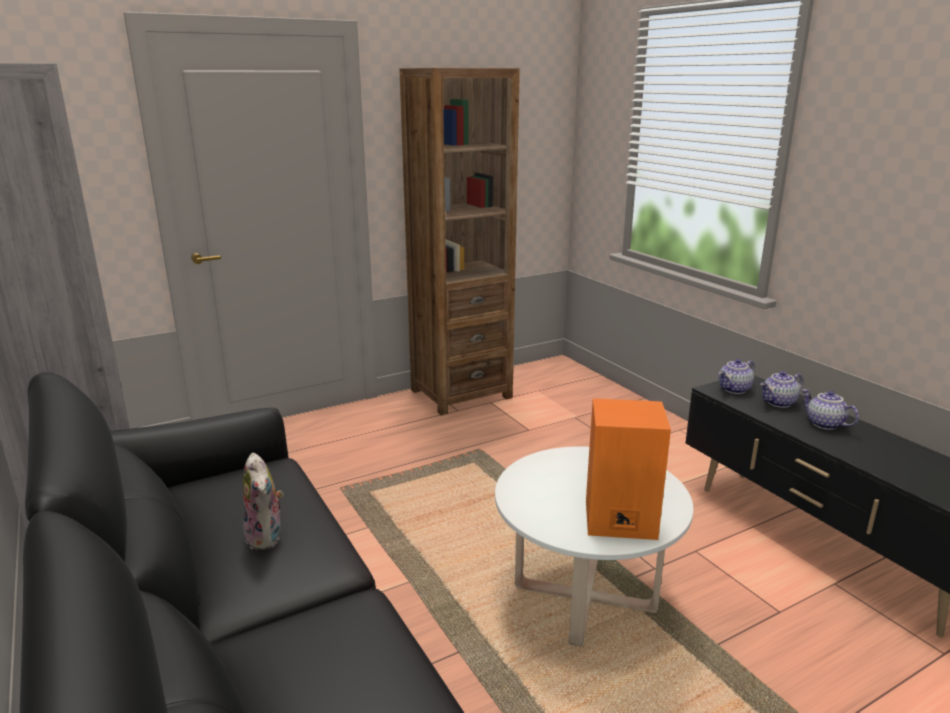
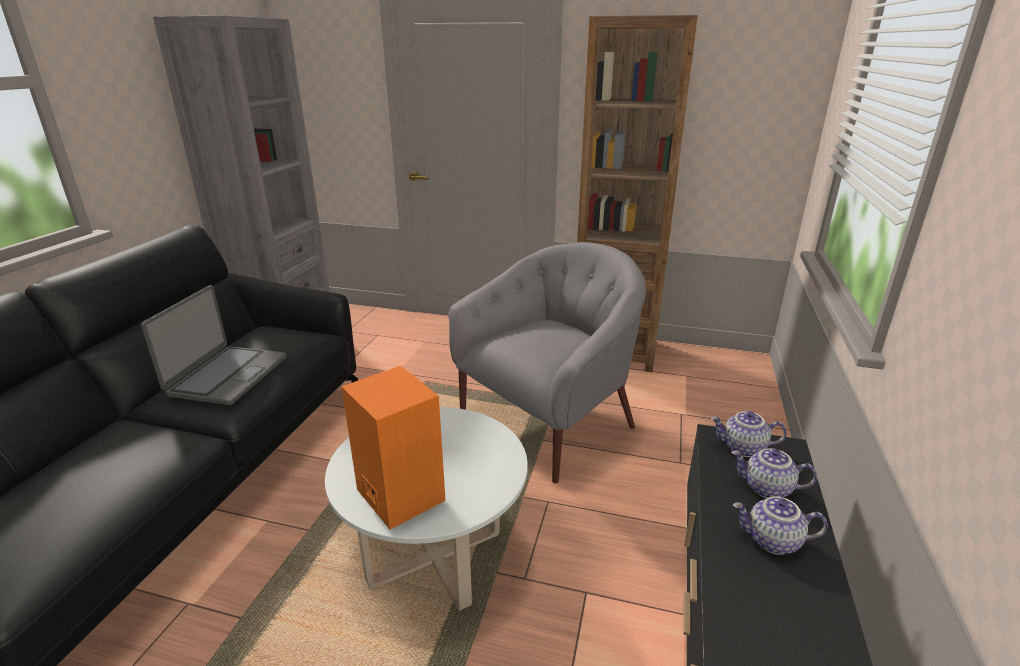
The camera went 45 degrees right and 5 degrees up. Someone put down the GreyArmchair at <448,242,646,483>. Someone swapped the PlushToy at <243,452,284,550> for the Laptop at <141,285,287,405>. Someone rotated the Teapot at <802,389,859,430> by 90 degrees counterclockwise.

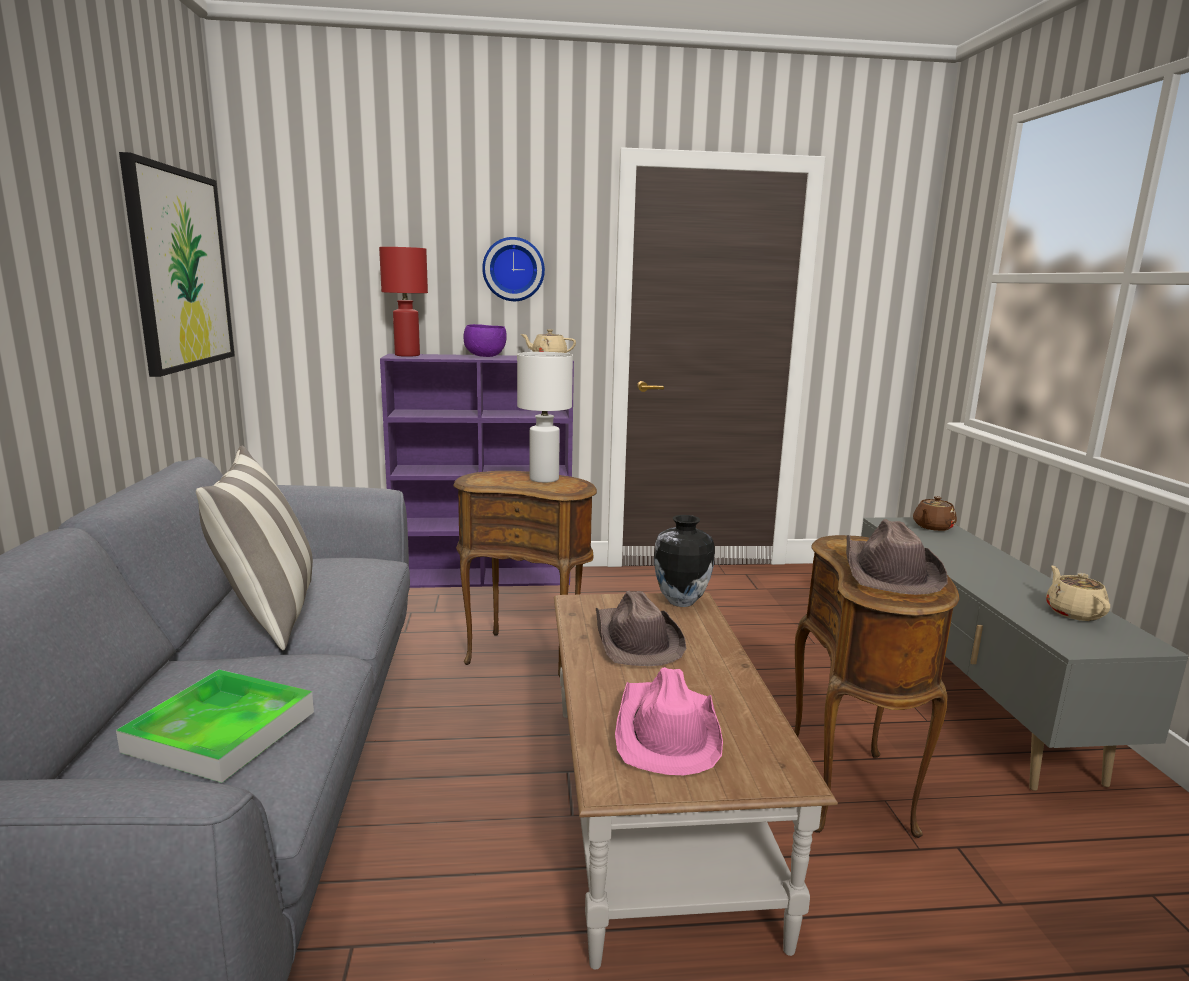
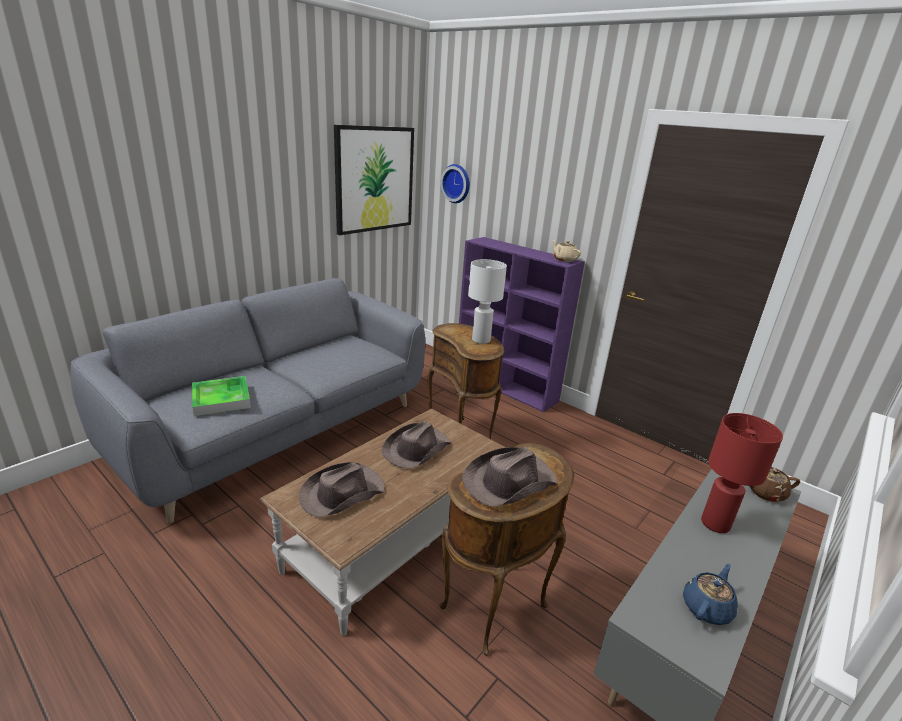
The camera went 45 degrees right and 10 degrees up. Someone took away the Pillow at <196,446,313,650>. Someone took away the PurpleBowl at <463,324,507,357>. Someone took away the Vase at <654,515,715,607>. Someone carried the RedTableLamp from <379,247,428,357> to <701,413,783,533>. Someone carried the WallClock from <482,237,545,301> to <440,164,470,203>. Someone repainted the PinkHat at <615,667,723,775>, which became the BrownHat at <299,462,385,517>. Someone repainted the BeigeTeapot at <1046,565,1110,621>, which became the BlueTeapot at <683,564,738,625>.

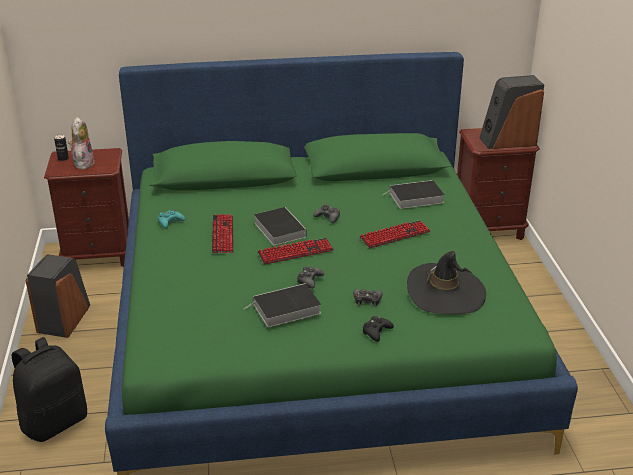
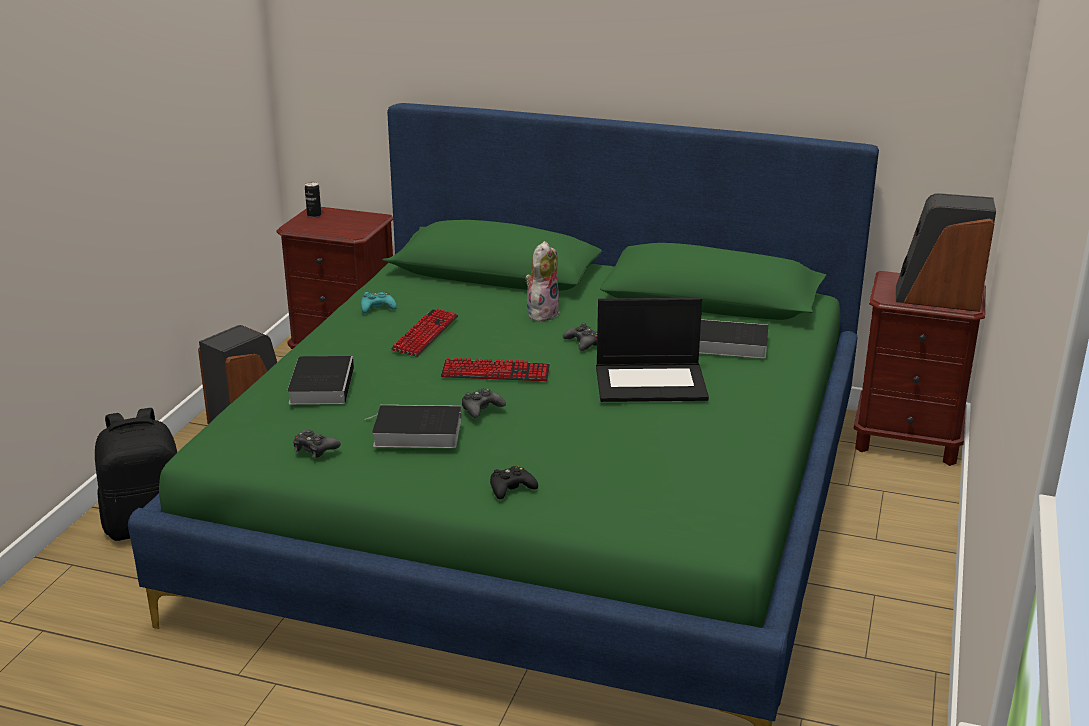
The camera went 25 degrees right and 5 degrees down. Someone took away the BlackHat at <407,251,486,314>. Someone carried the PlushToy from <68,117,94,170> to <525,241,559,322>. Someone carried the Book from <254,207,307,246> to <287,356,354,405>. Someone carried the BlackGameController from <353,289,383,307> to <293,430,341,458>. Someone swapped the Keyboard at <359,220,430,248> for the Laptop at <596,298,709,402>.

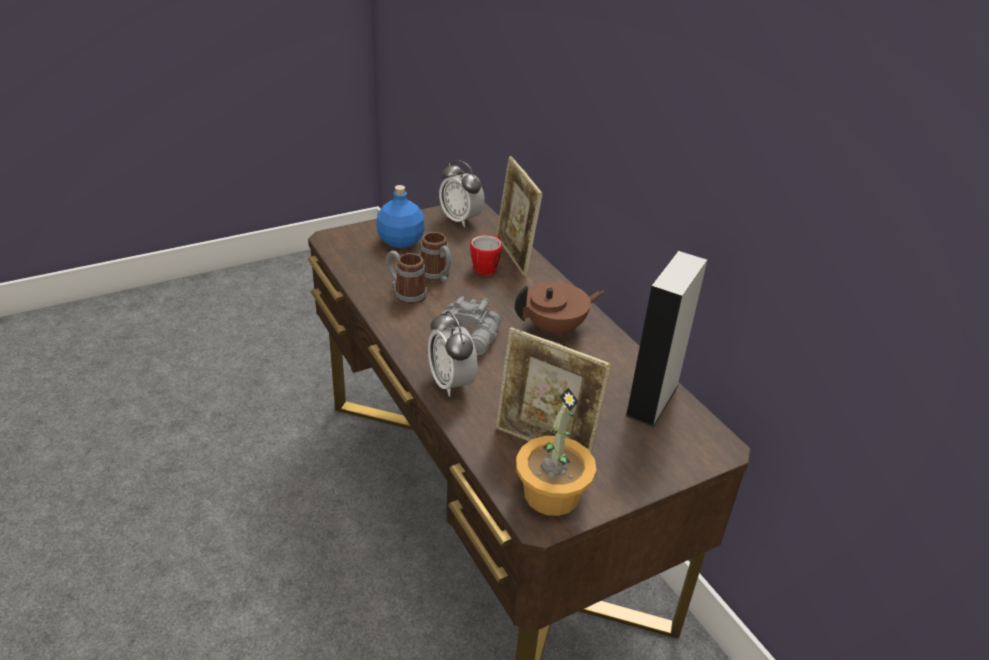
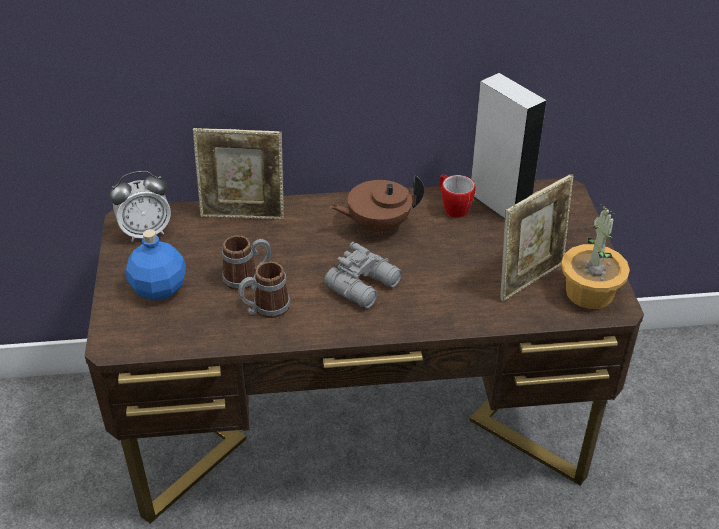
The camera went 65 degrees left and 5 degrees up. Someone took away the AlarmClock at <428,311,478,396>. Someone carried the Mug from <470,235,502,275> to <440,174,476,218>. Someone rotated the BrownTeapot at <515,282,604,338> by 105 degrees counterclockwise.

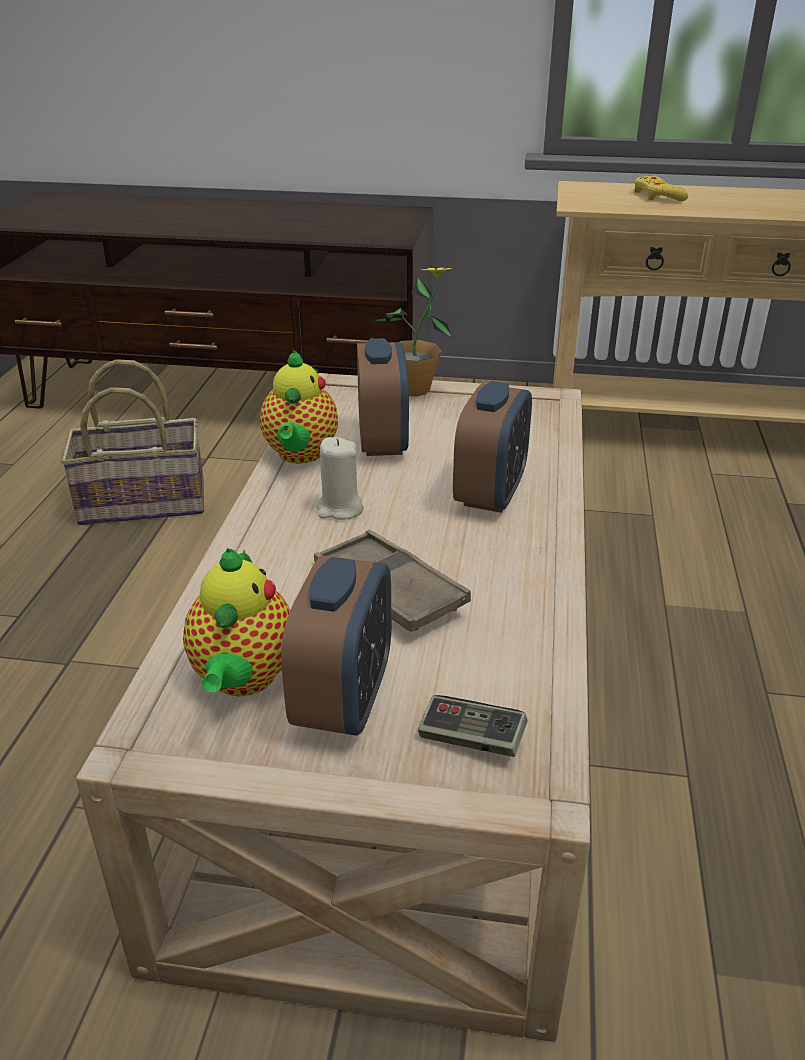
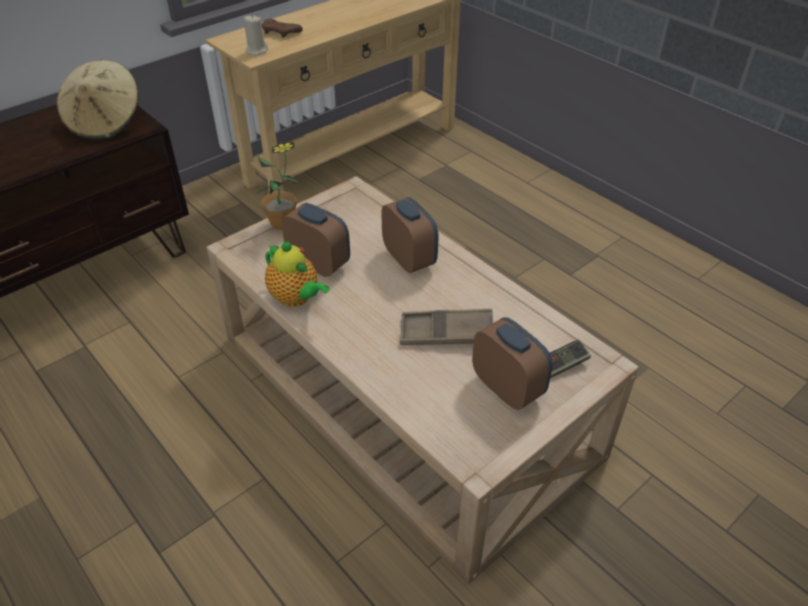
The camera went 50 degrees left and 10 degrees up. Someone took away the Basket at <61,359,204,525>. Someone took away the Teapot at <183,548,290,696>. Someone put down the BeigeHat at <57,60,139,140>. Someone carried the BeigeCandle from <316,437,364,520> to <243,16,268,56>. Someone repainted the YellowGameController at <634,176,688,201>, which became the BrownGameController at <262,19,303,38>.

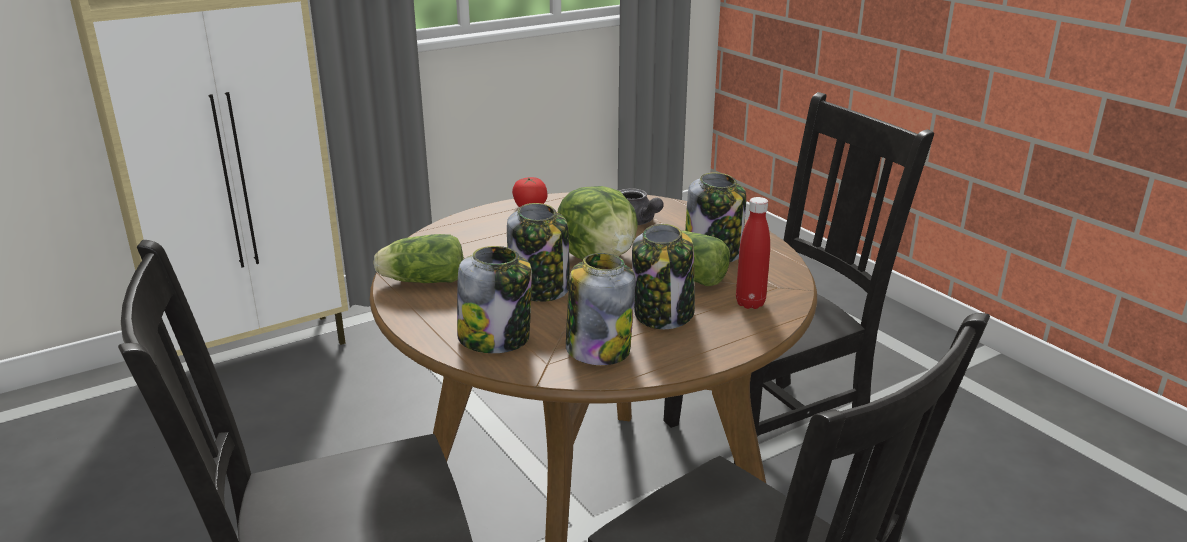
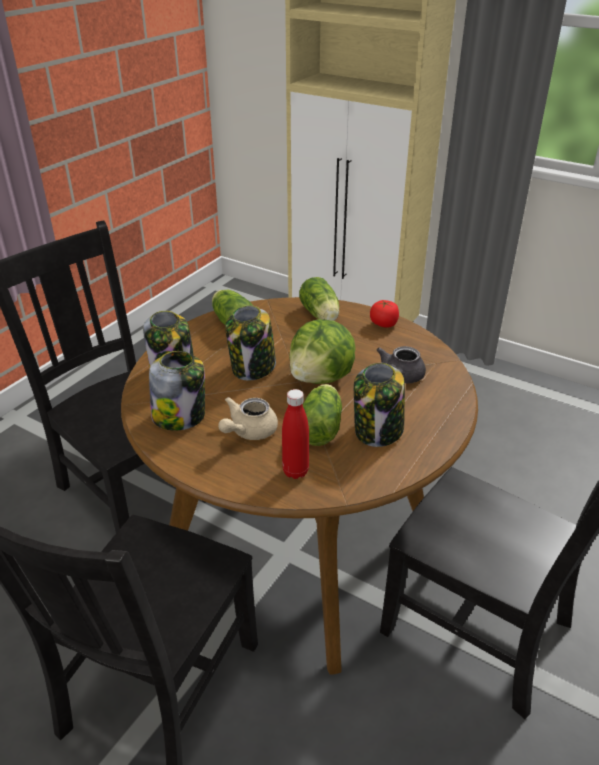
The camera went 65 degrees right and 10 degrees up. Someone put down the Lettuce at <299,277,339,321>. Someone swapped the Jar at <632,224,695,329> for the BeigeTeapot at <218,397,278,440>.

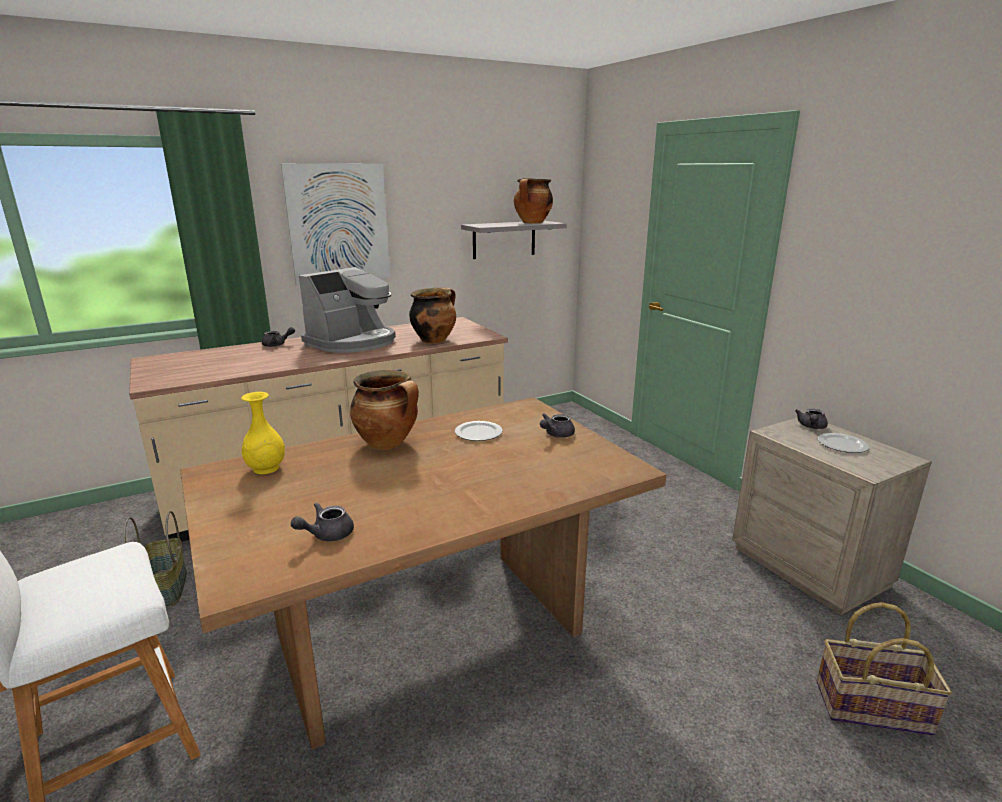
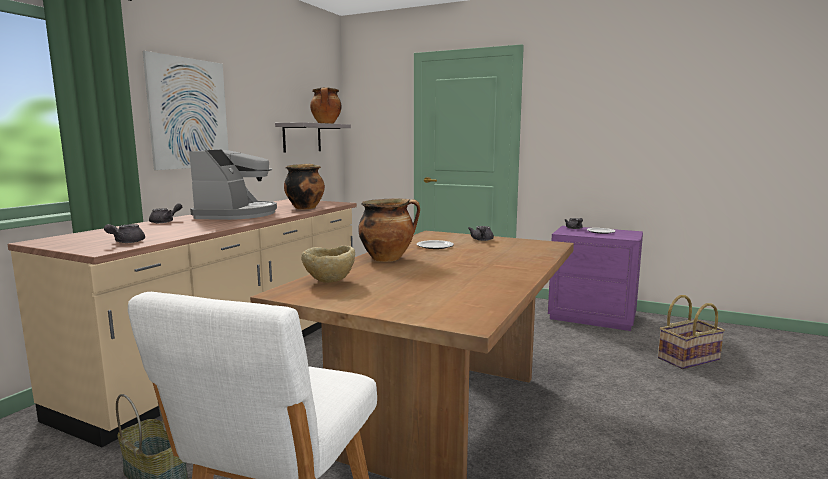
The camera went 35 degrees left and 10 degrees down. Someone carried the GreyTeapot from <291,503,354,541> to <104,224,145,243>. Someone swapped the YellowVase at <241,392,285,474> for the BeigeBowl at <301,246,355,283>. Someone repainted the BeigeNightstand at <732,417,932,615>, which became the PurpleNightstand at <548,226,643,331>.

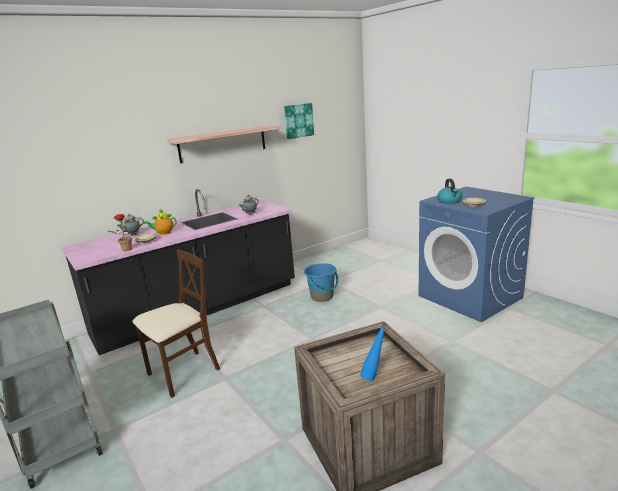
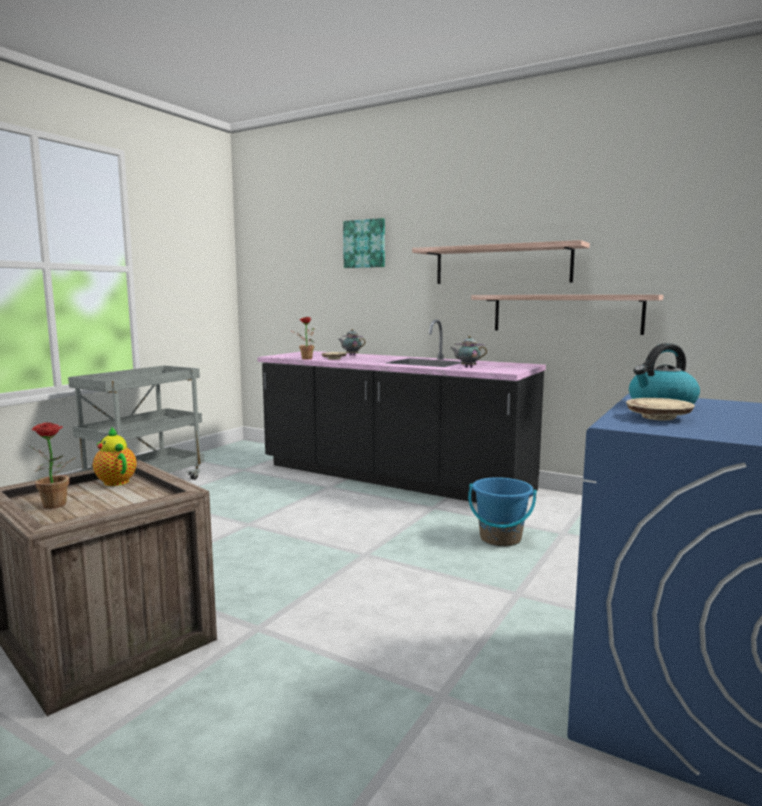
The camera went 65 degrees right and 10 degrees down. Someone took away the BeigeChair at <132,250,220,398>. Someone put up the Shelf at <471,295,663,335>. Someone carried the Teapot from <143,209,176,235> to <93,427,137,486>. Someone carried the Picture from <284,103,314,139> to <343,218,385,268>. Someone swapped the BlueBottle at <360,322,386,381> for the PottedPlant at <30,422,76,509>.

